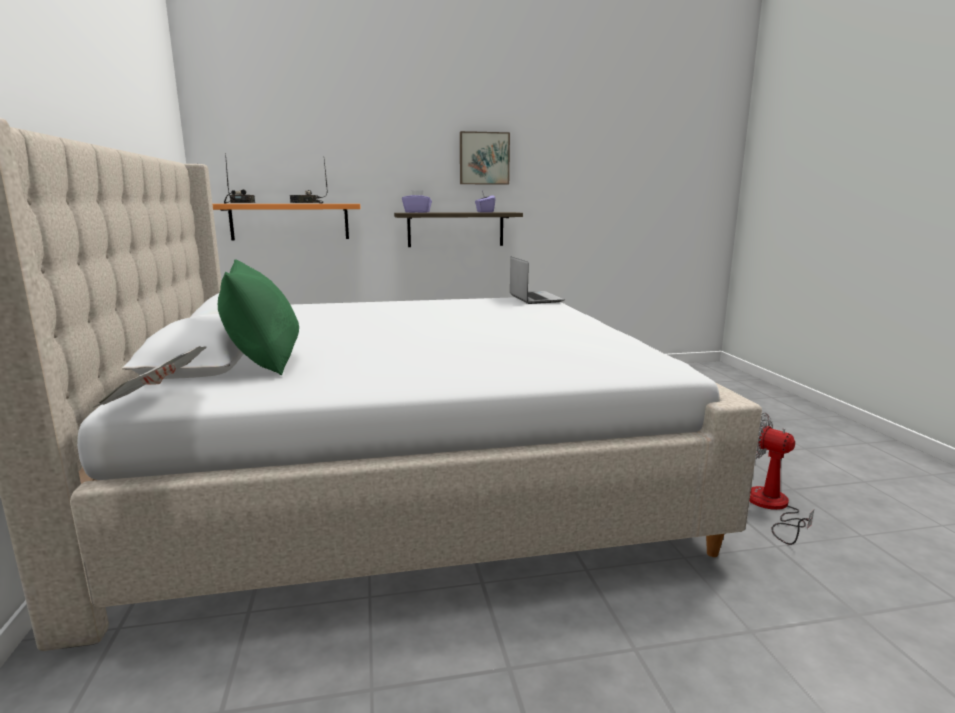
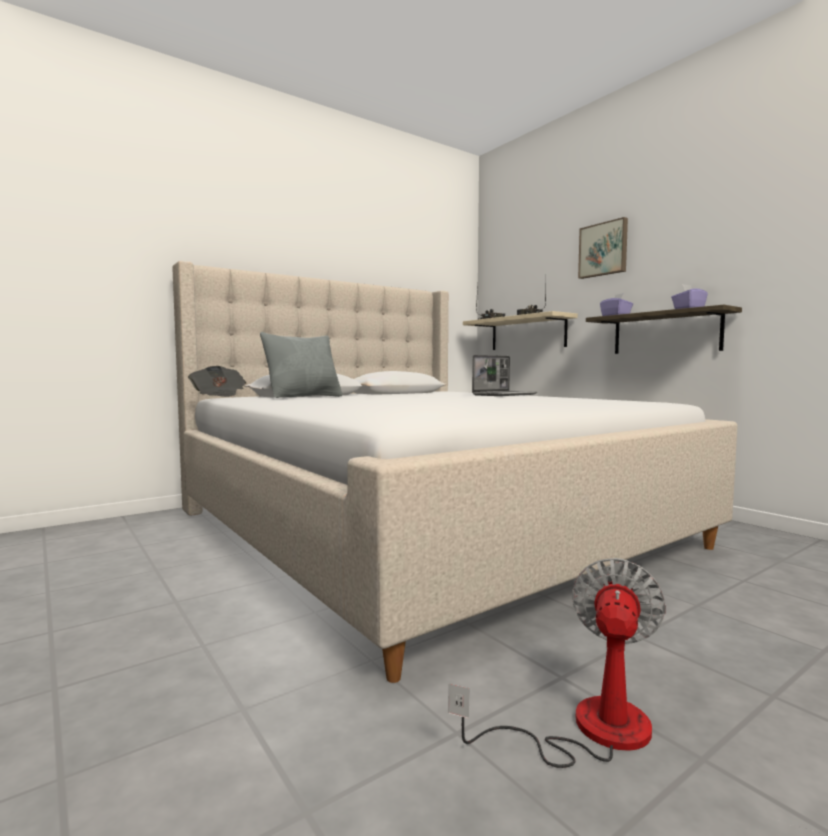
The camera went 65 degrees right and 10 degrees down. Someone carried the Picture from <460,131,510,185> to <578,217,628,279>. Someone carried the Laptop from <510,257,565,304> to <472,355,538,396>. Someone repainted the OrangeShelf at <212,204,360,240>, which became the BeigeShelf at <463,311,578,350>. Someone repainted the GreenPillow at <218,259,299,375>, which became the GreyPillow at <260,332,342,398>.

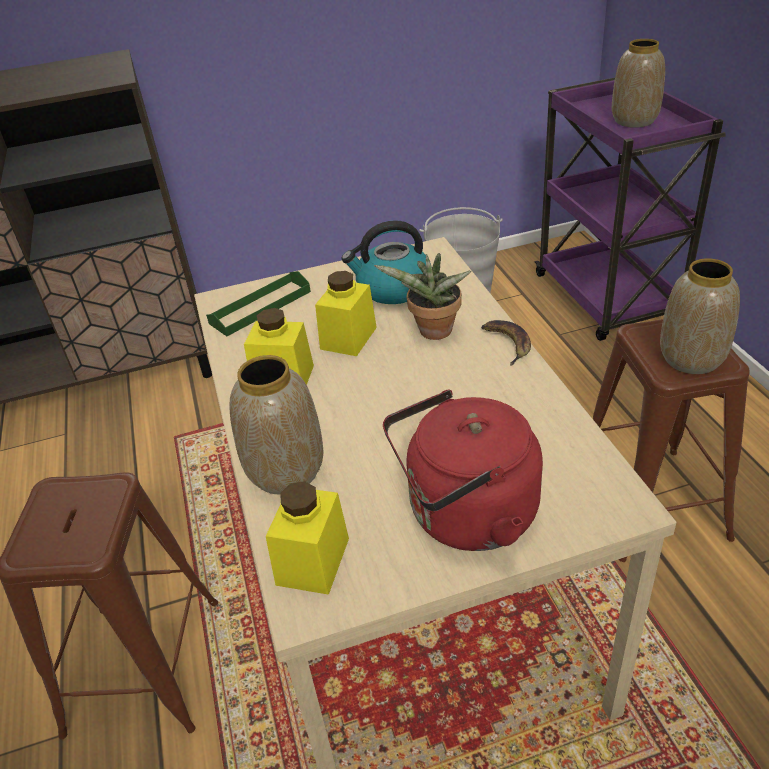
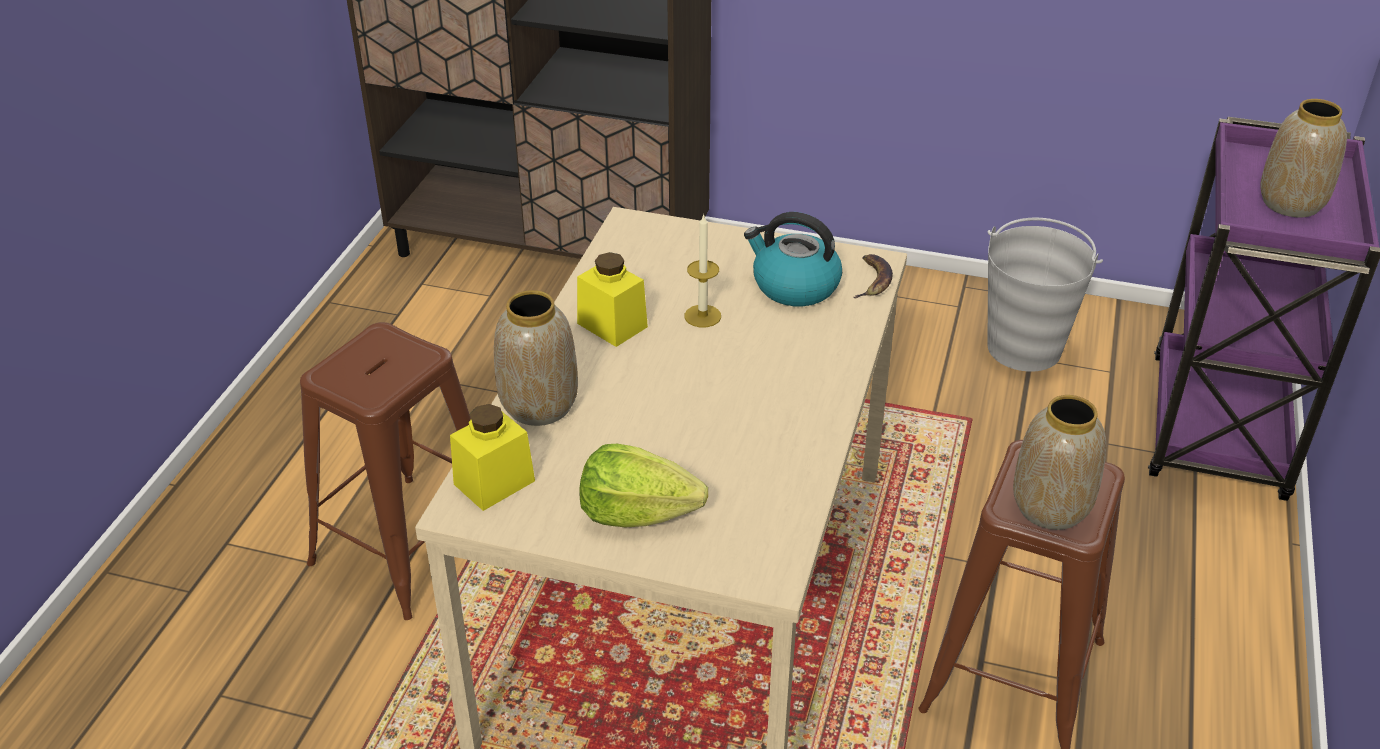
The camera went 30 degrees right and 0 degrees up. Someone took away the GreenTray at <206,271,311,336>. Someone took away the PottedPlant at <374,253,471,340>. Someone carried the Banana from <481,320,531,365> to <853,254,893,298>. Someone swapped the YellowJar at <315,271,377,356> for the Candle at <685,214,721,327>. Someone swapped the RedKettle at <383,390,543,551> for the Lettuce at <579,444,708,527>.

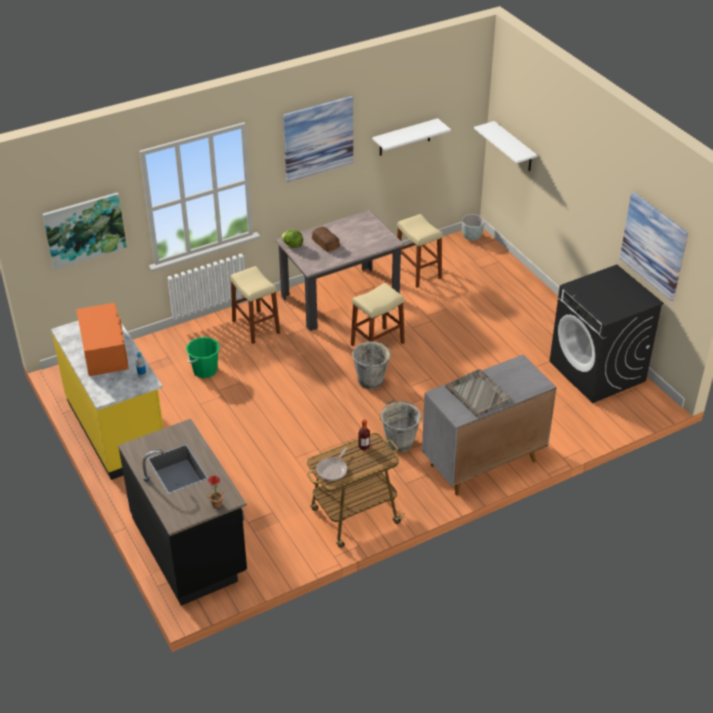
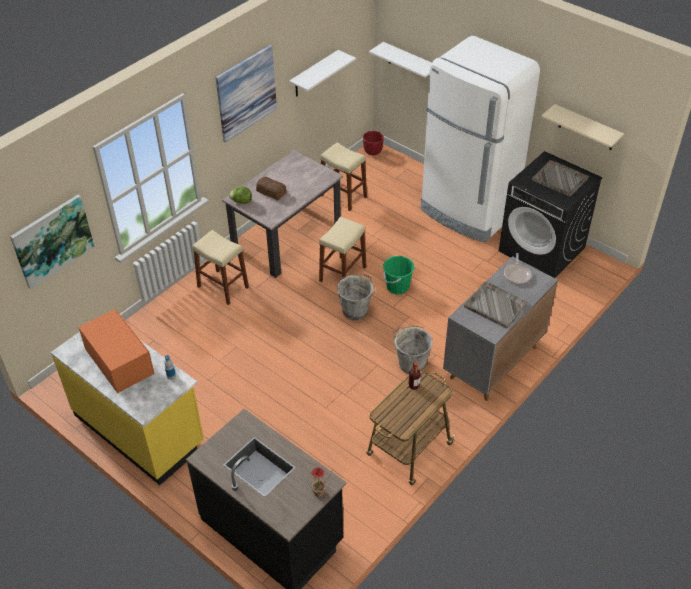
The camera went 20 degrees left and 5 degrees up. Someone put down the WhiteFridge at <421,36,540,242>. Someone put down the GreyTray at <532,160,589,197>. Someone carried the GreenBucket from <186,337,220,378> to <383,256,415,295>. Someone carried the FryingPan from <317,447,348,481> to <504,253,531,284>. Someone swapped the Picture at <620,192,688,301> for the BeigeShelf at <541,104,624,150>. Someone repainted the GreyPlanter at <462,214,485,241>, which became the RedPlanter at <363,131,384,155>.

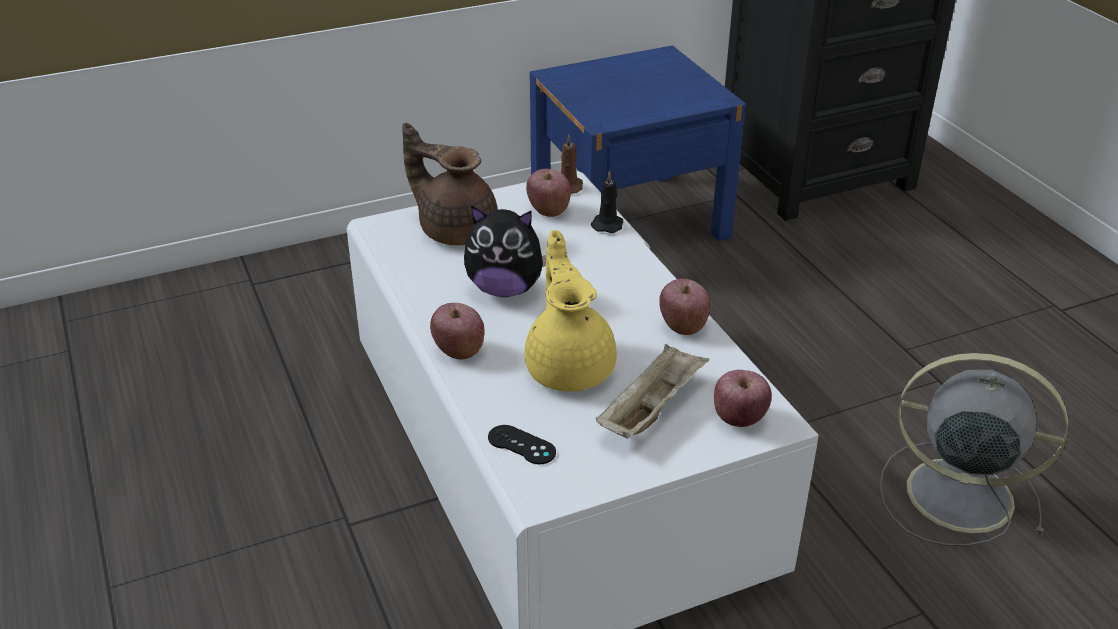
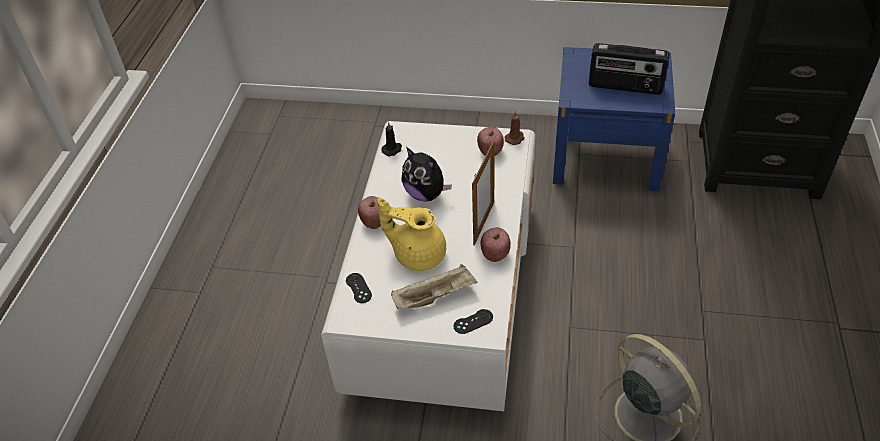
The camera went 35 degrees right and 10 degrees up. Someone took away the BrownTeapot at <402,123,498,245>. Someone put down the PictureFrame at <472,140,495,246>. Someone put down the Radio at <589,43,669,95>. Someone carried the BlackCandle from <591,170,623,233> to <381,122,402,156>. Someone swapped the Apple at <714,370,772,427> for the BlackGameController at <454,309,493,334>. Someone rotated the YellowTeapot at <525,230,617,392> by 90 degrees counterclockwise.

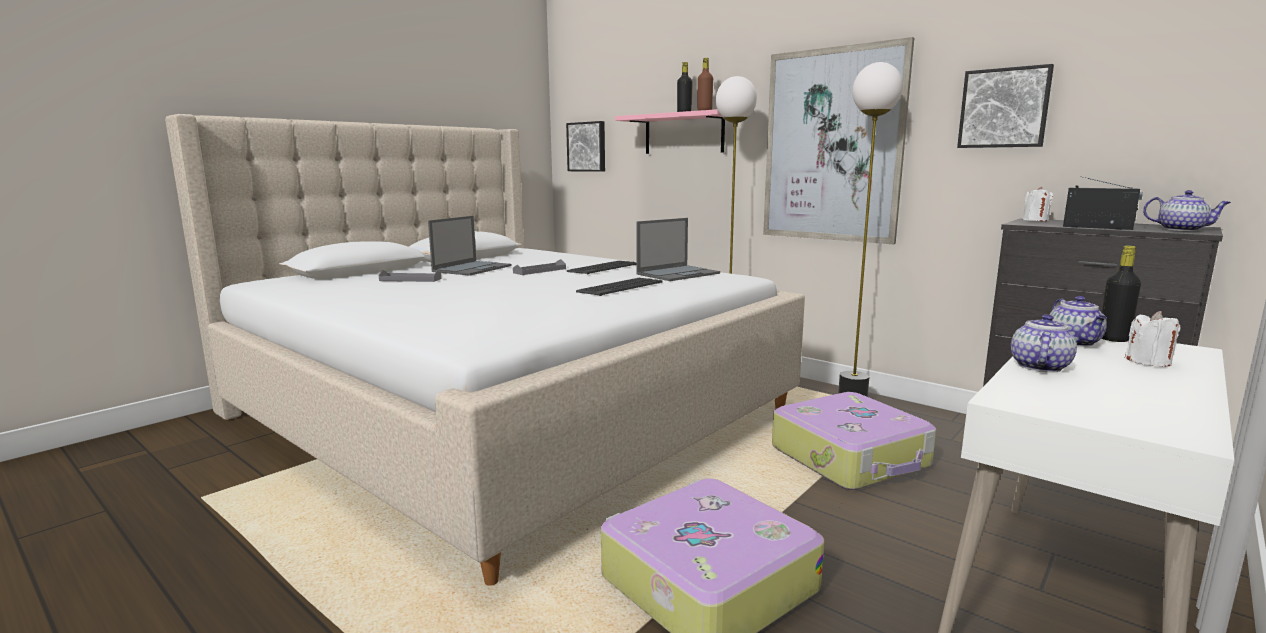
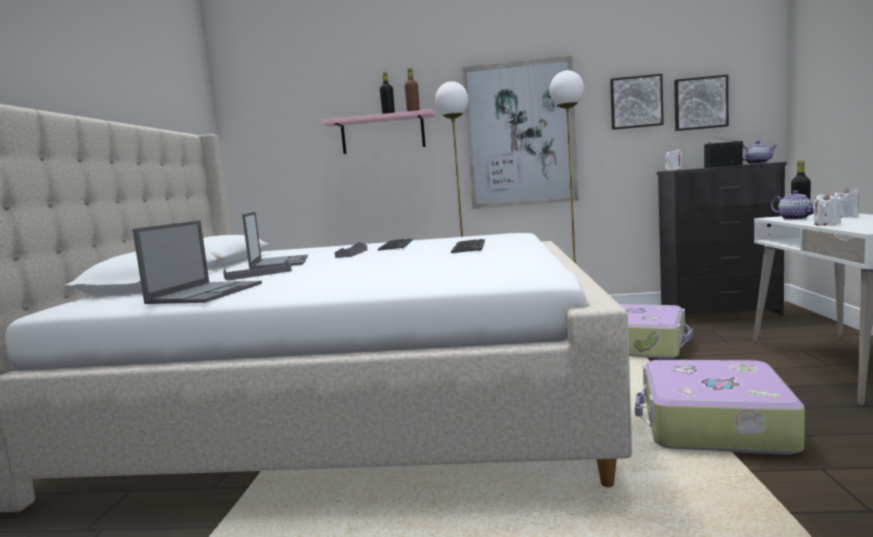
The camera went 35 degrees left and 5 degrees down. Someone carried the Picture from <566,121,605,172> to <674,75,729,131>. Someone carried the Laptop from <636,218,720,281> to <132,220,262,304>. Someone swapped the Teapot at <1011,314,1077,373> for the WhiteCandle at <813,192,841,225>.

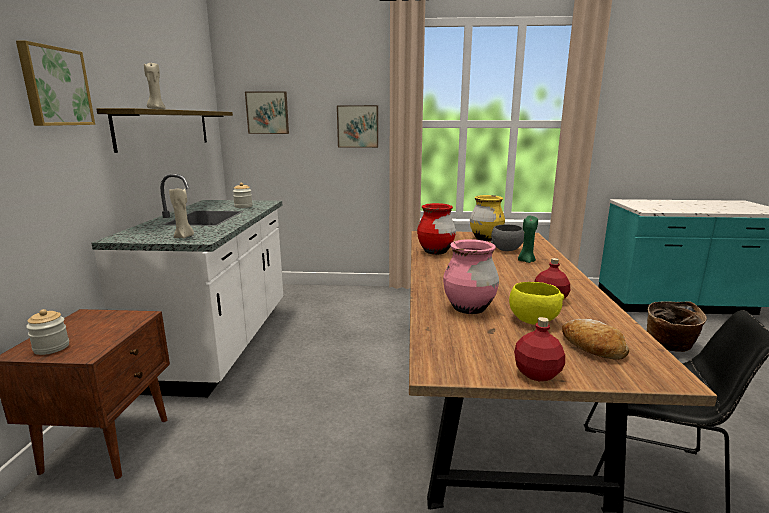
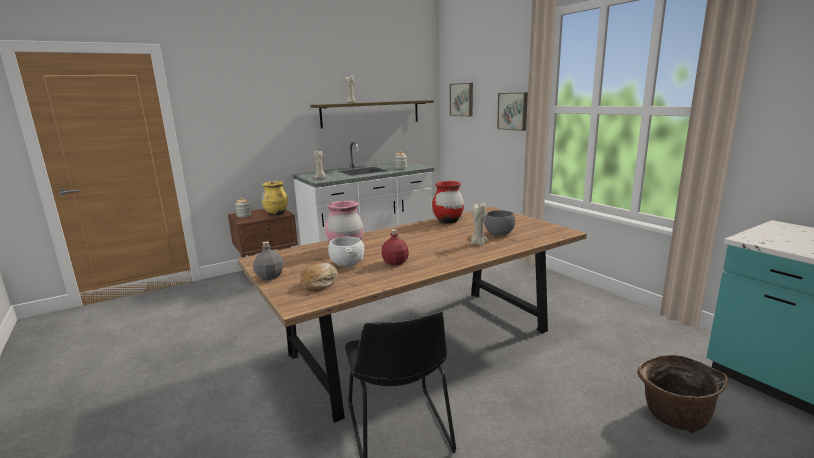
The camera went 55 degrees right and 0 degrees up. Someone took away the Picture at <16,41,95,126>. Someone carried the YellowVase from <470,195,505,241> to <261,181,288,216>. Someone repainted the YellowBowl at <509,282,565,325>, which became the WhiteBowl at <328,237,364,267>. Someone repainted the RedBottle at <514,317,565,381>, which became the GreyBottle at <253,241,284,280>. Someone repainted the GreenCandle at <518,216,538,263>, which became the BeigeCandle at <470,202,488,246>.

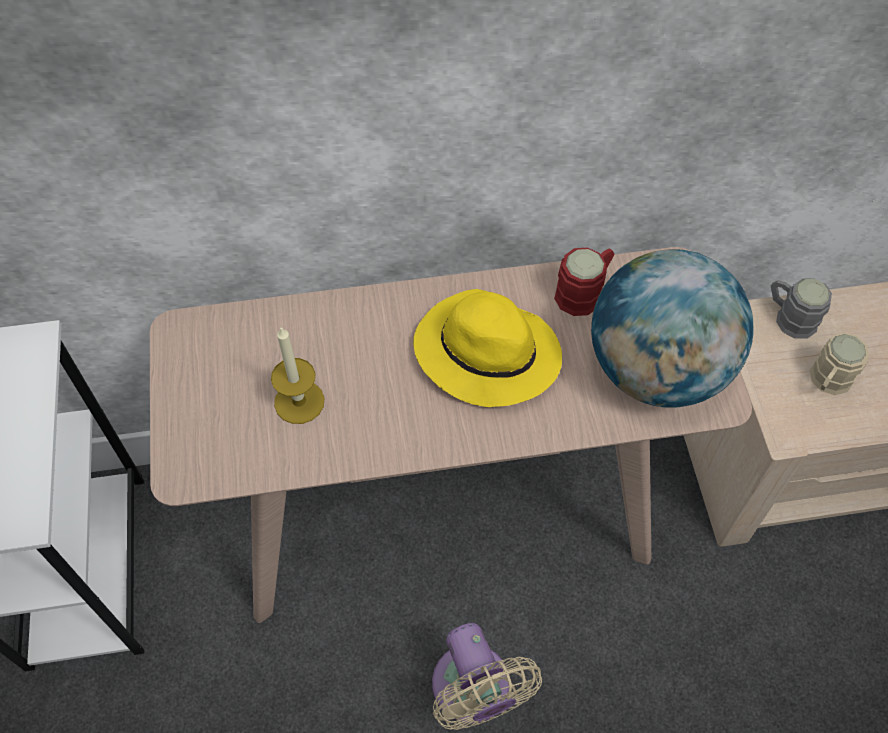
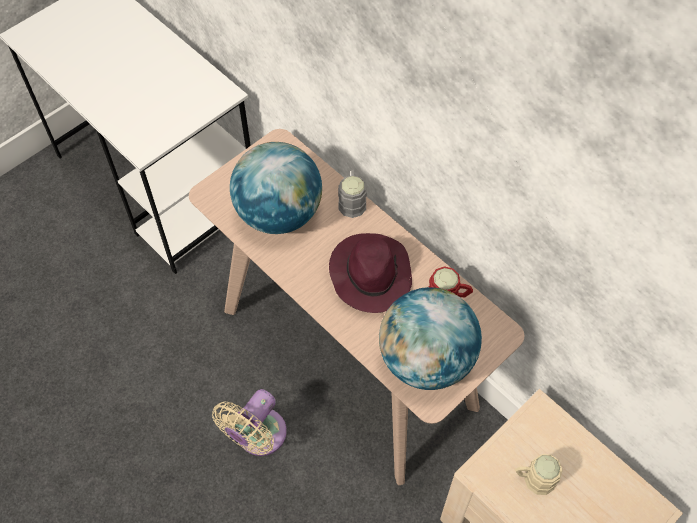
The camera went 55 degrees right and 0 degrees up. Someone carried the GreyMug from <771,278,832,339> to <338,170,367,218>. Someone swapped the Candle at <271,326,324,424> for the Globe at <230,142,322,234>. Someone repainted the YellowHat at <413,289,562,407>, which became the PurpleHat at <329,233,412,313>.

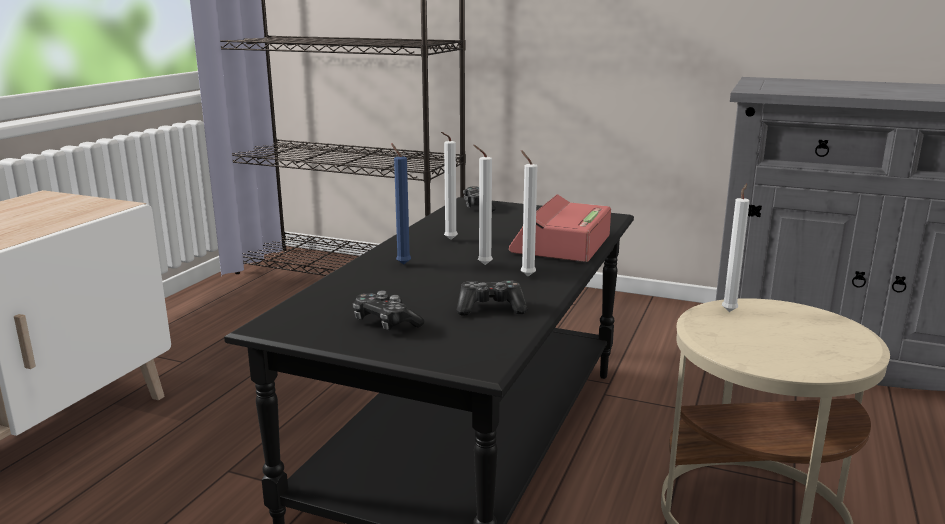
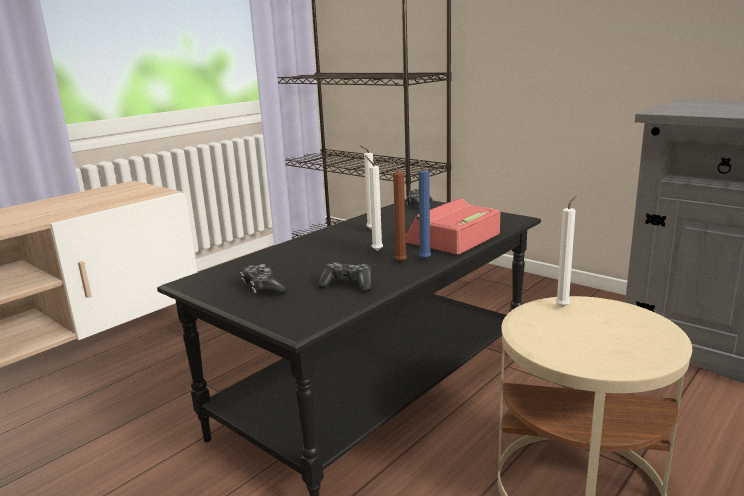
The camera went 20 degrees right and 0 degrees up. Someone carried the BlueCandle from <391,143,411,265> to <418,159,431,260>. Someone repainted the WhiteCandle at <521,150,538,276>, which became the BrownCandle at <393,161,407,262>.

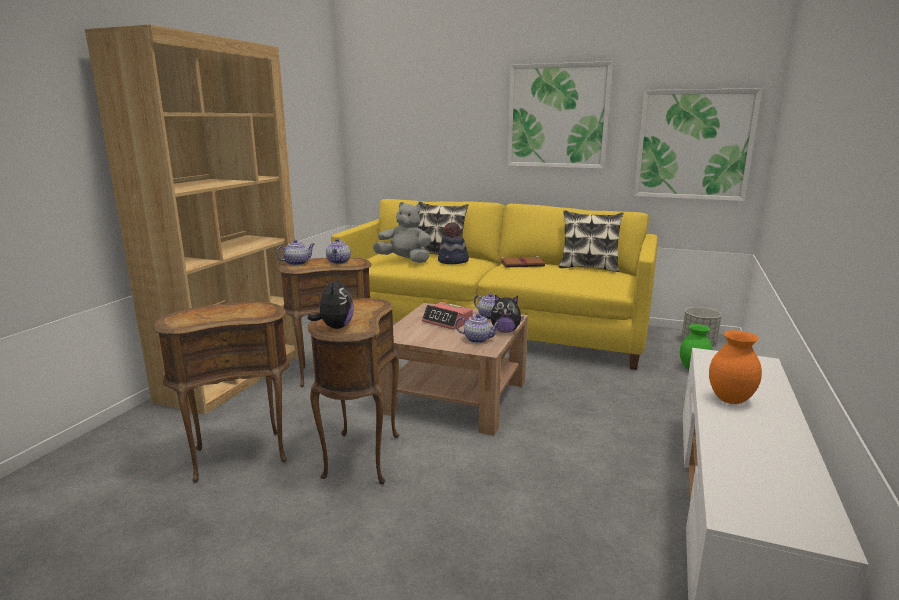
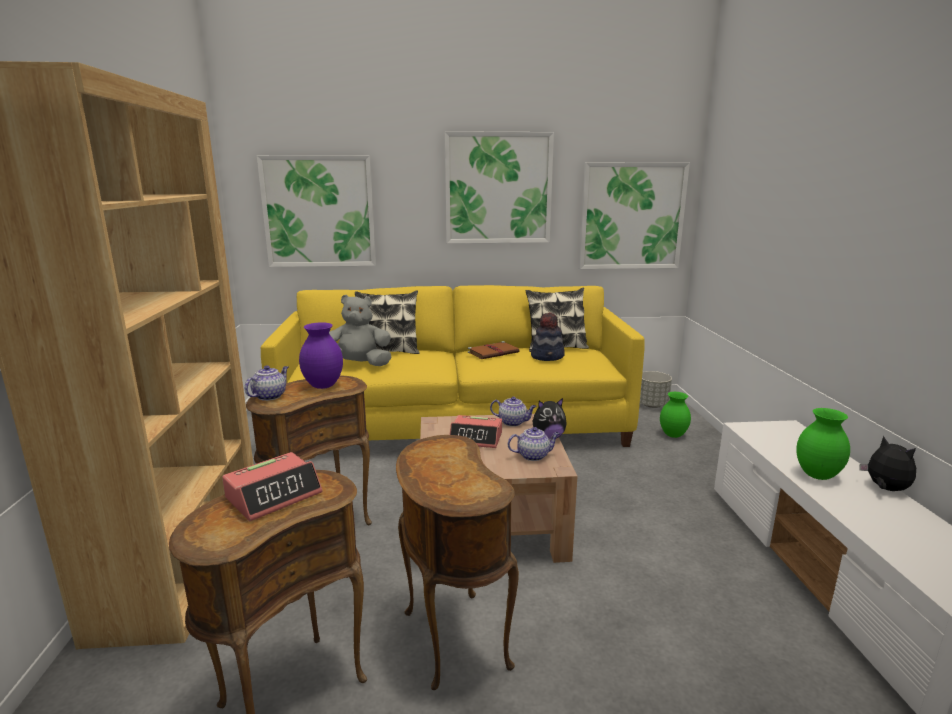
The camera went 25 degrees left and 0 degrees up. Someone put down the AlarmClock at <222,452,322,521>. Someone put up the Picture at <256,155,376,267>. Someone carried the PlushToy from <307,275,354,329> to <859,436,916,491>. Someone carried the Hat from <438,222,469,264> to <531,312,565,361>. Someone swapped the Teapot at <326,238,351,264> for the PurpleVase at <299,322,343,389>. Someone repainted the OrangeVase at <709,330,762,404>, which became the GreenVase at <796,408,850,480>.

